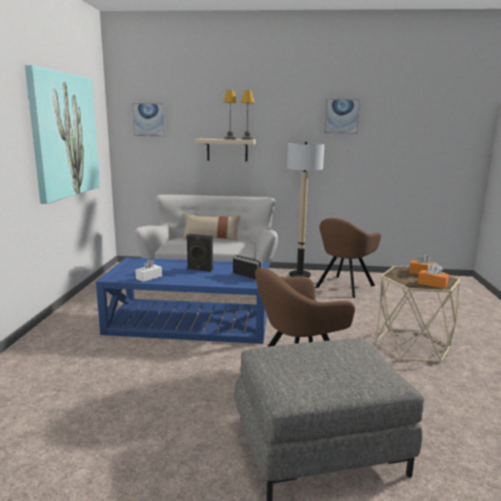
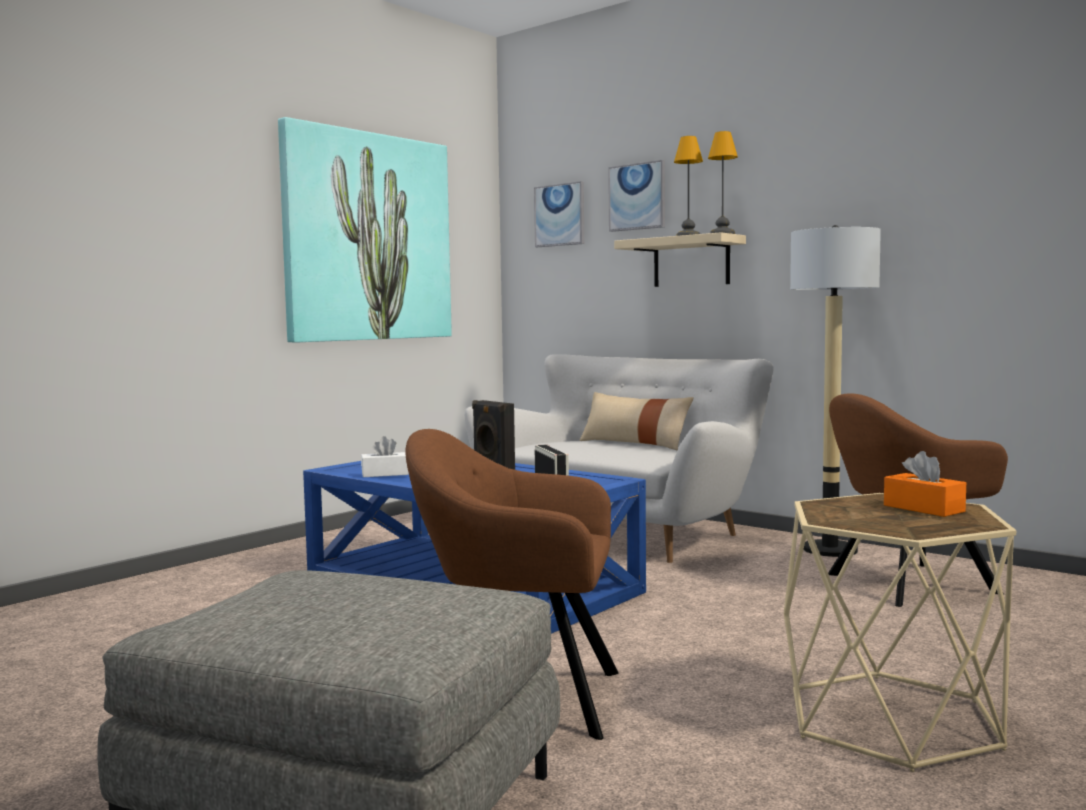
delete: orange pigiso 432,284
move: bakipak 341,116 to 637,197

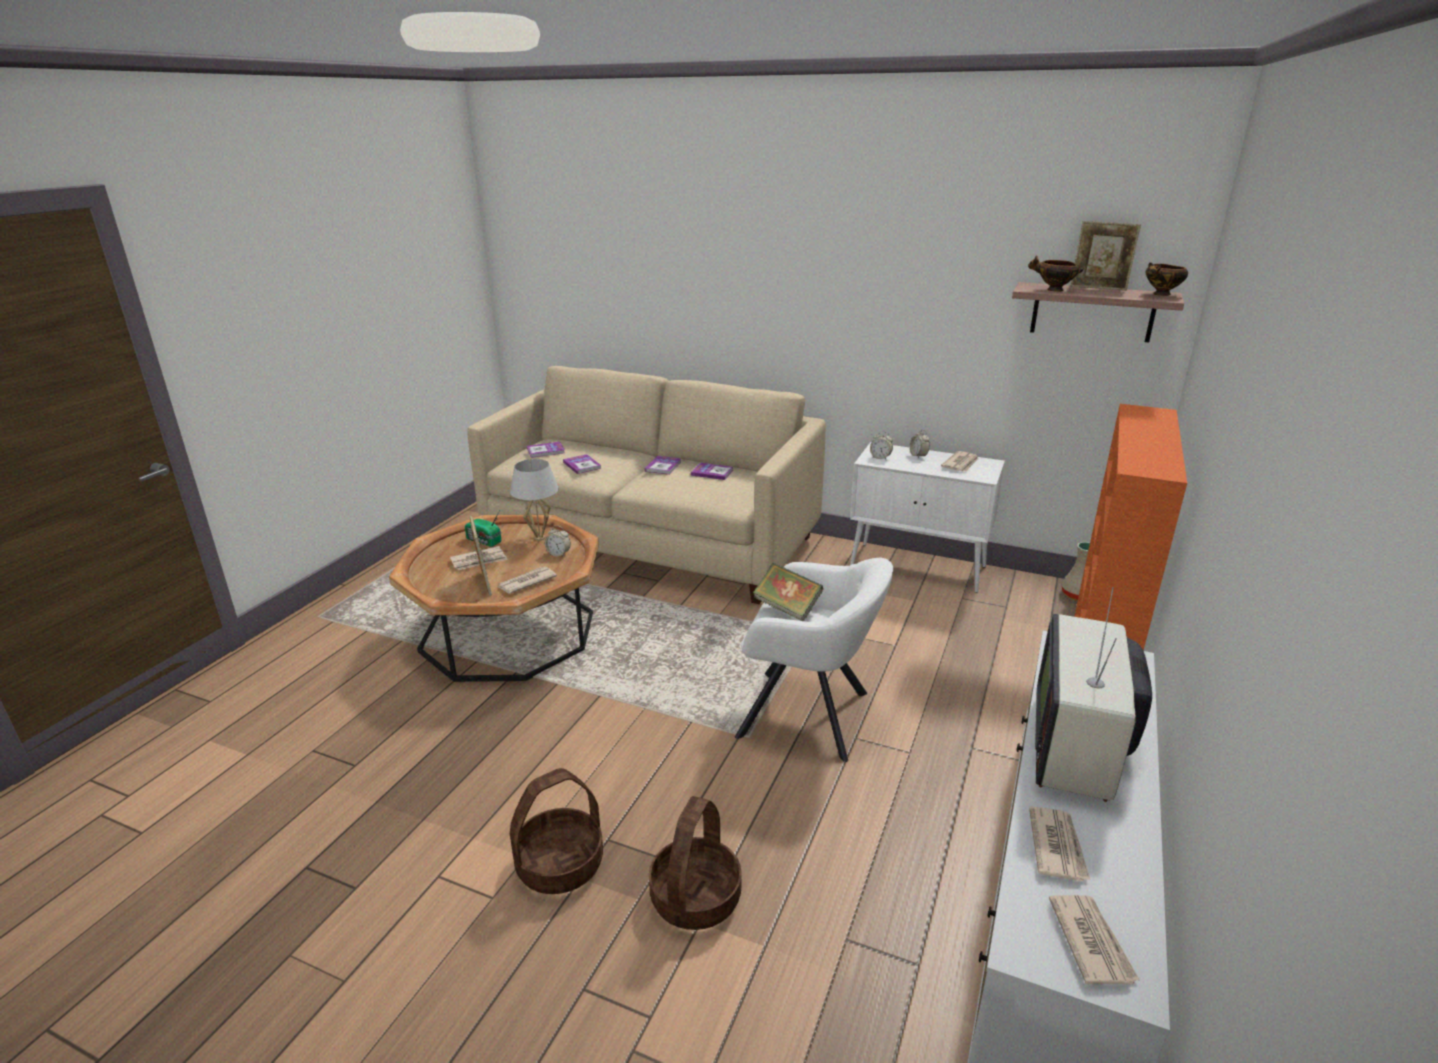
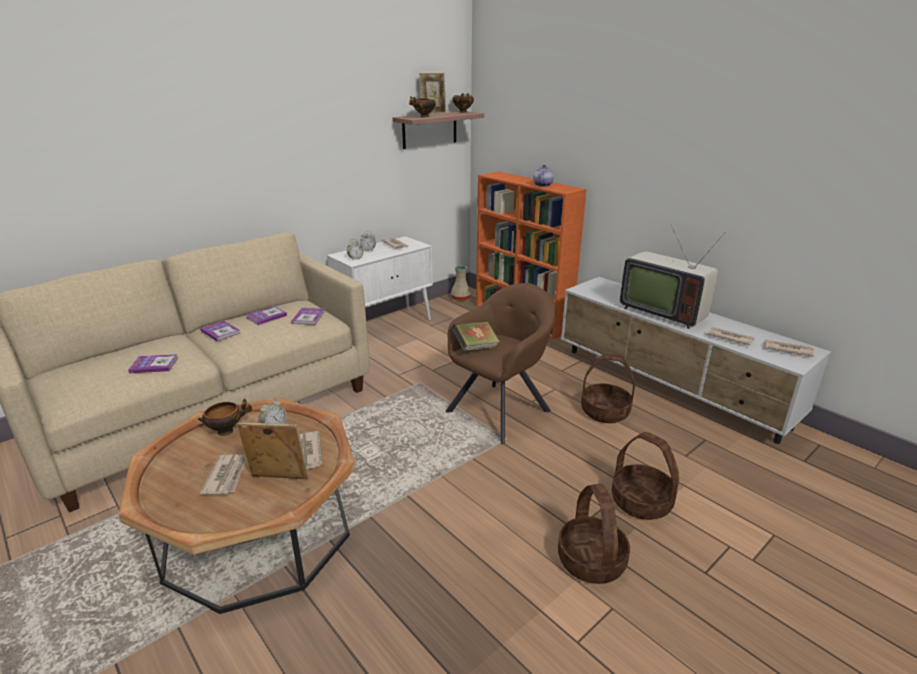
delete: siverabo 484,541
insert: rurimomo 542,185; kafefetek 605,411
move: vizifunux 545,451 to 308,317
replace: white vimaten 540,538 to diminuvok 227,431
recolor: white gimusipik 810,715 to brown gimusipik 500,409

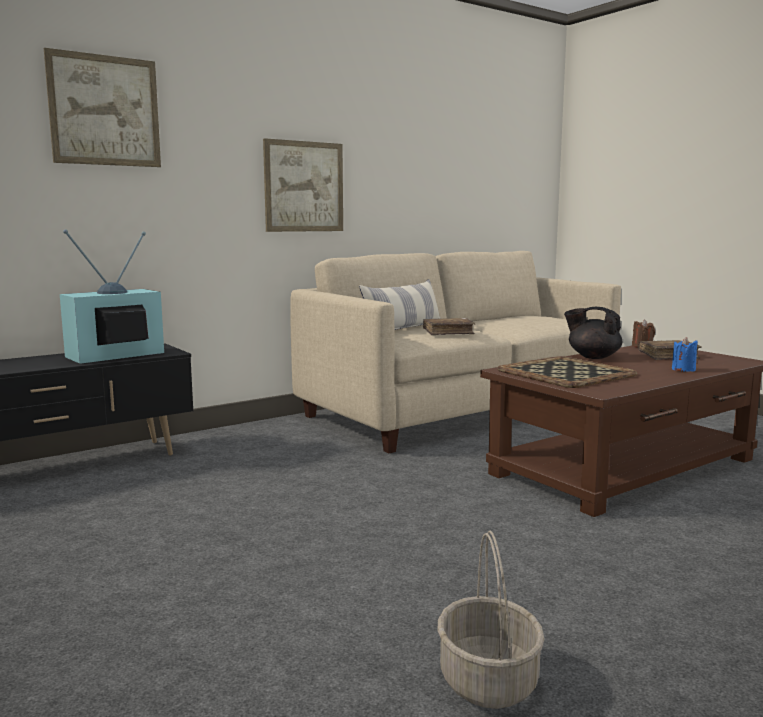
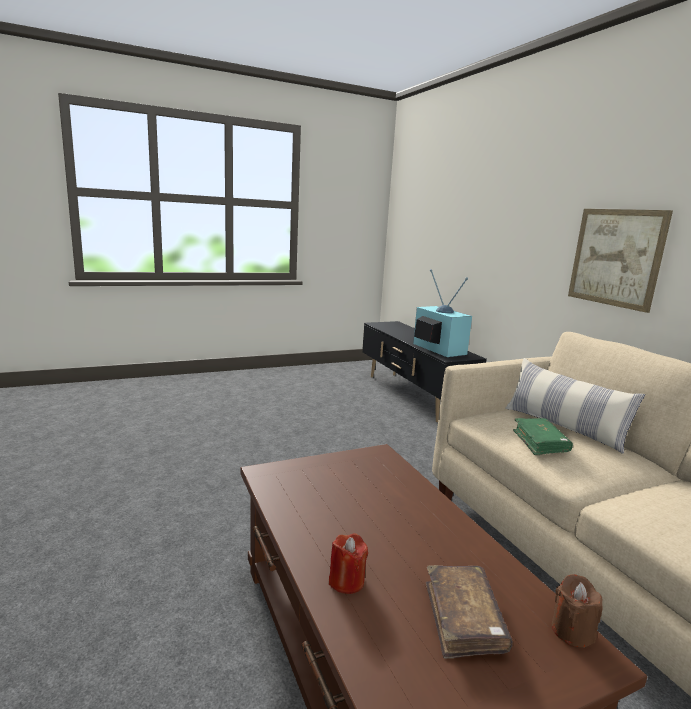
delete: bakipak 104,111; kafefetek 489,681; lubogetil 567,373; black rurimomo 592,357
recolor: brown vizifunux 448,332 to green vizifunux 540,443; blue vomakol 683,370 to red vomakol 346,581

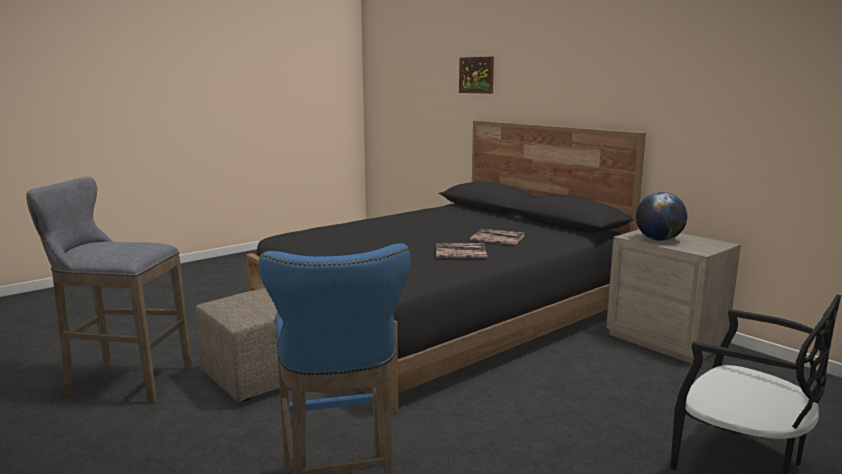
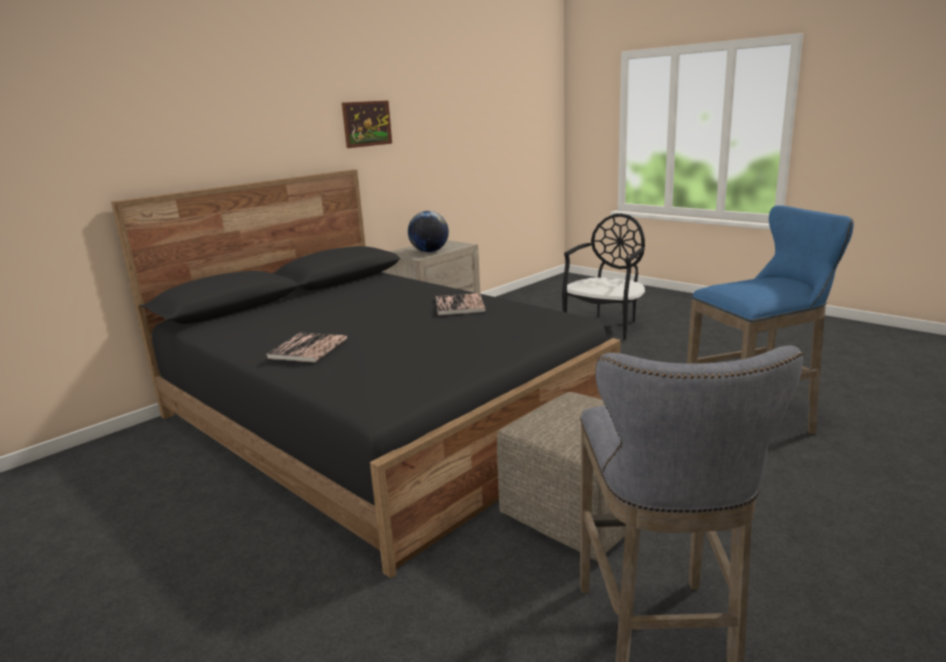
move: bakipak 476,75 to 367,123; vizifunux 497,238 to 308,348

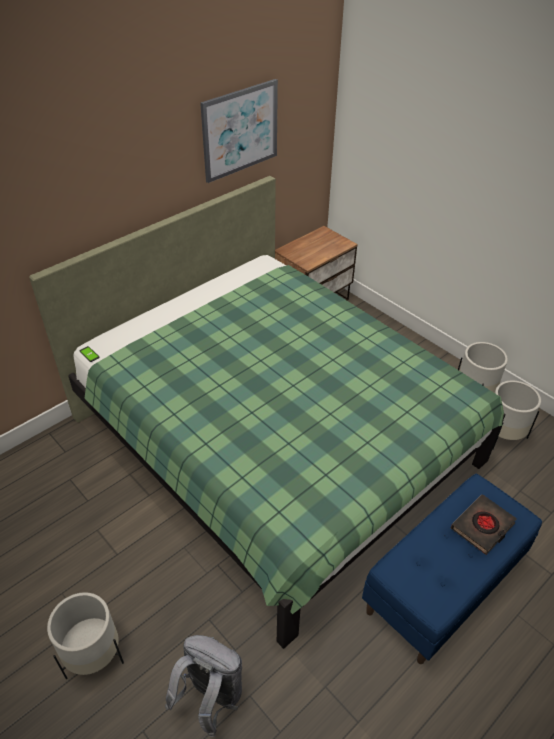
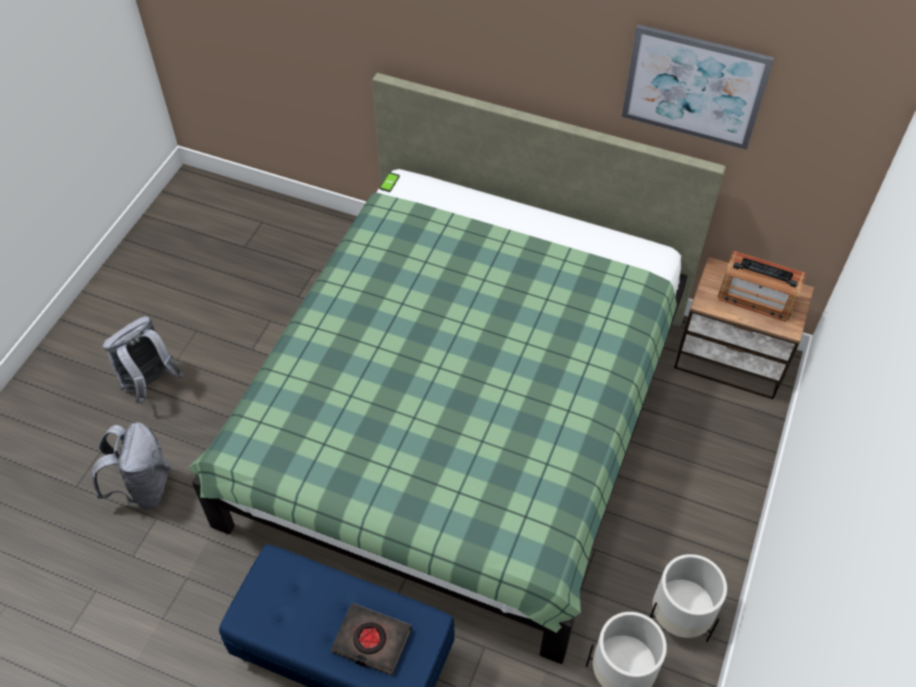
insert: siverabo 756,298
replace: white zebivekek 93,655 to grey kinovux 150,384

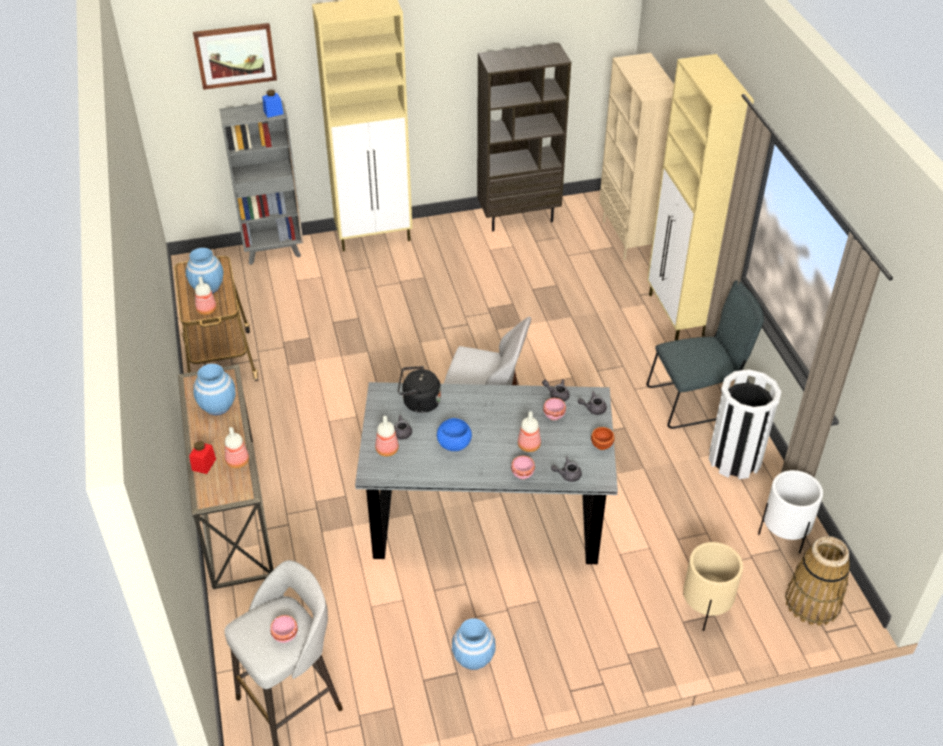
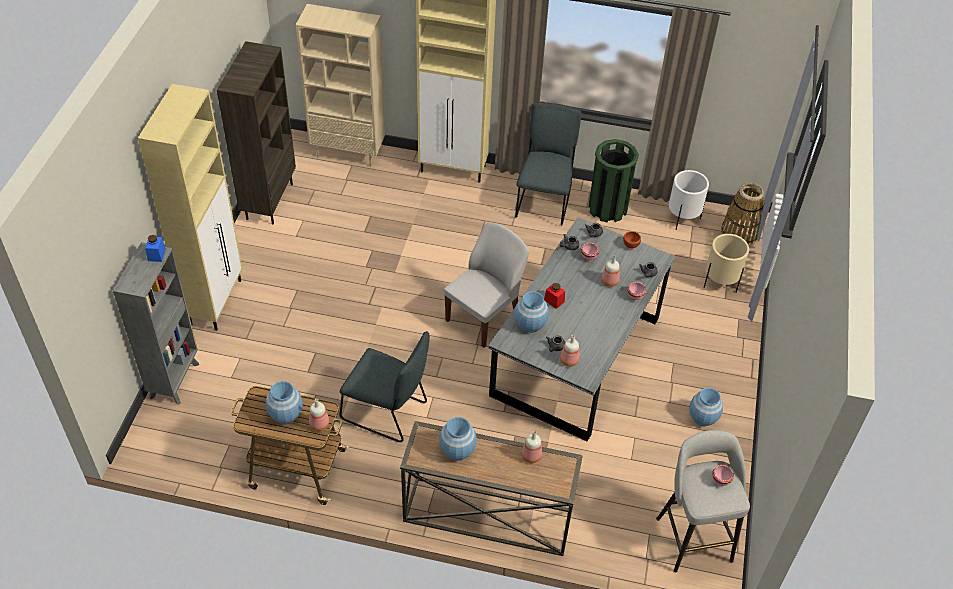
delete: bakipak 235,55; blue diminuvok 454,444
insert: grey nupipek 387,412
move: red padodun 204,464 to 554,301
replace: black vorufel 419,403 to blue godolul 530,324
recolor: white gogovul 734,459 to green gogovul 608,208

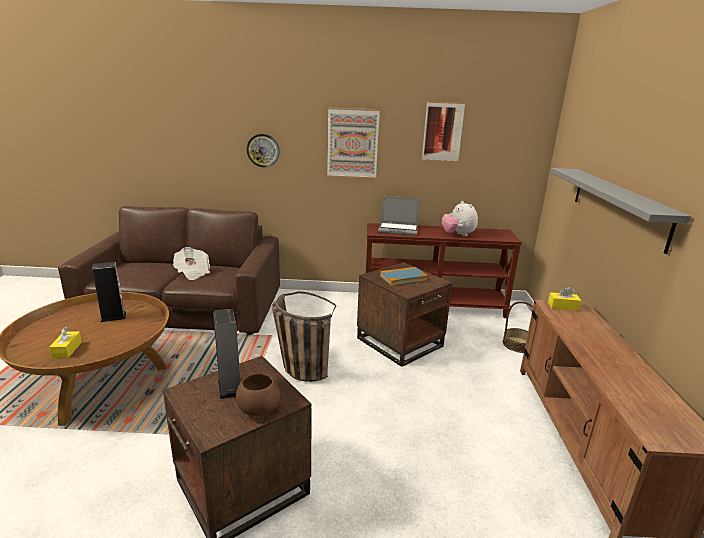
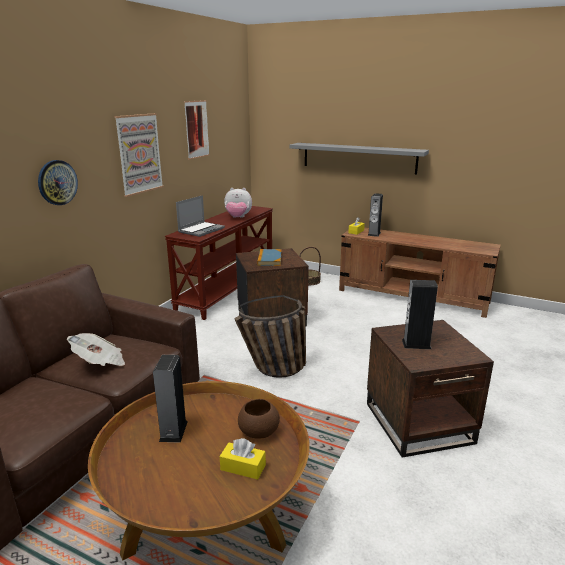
insert: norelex 374,234
move: brown diminuvok 258,408 to 258,431

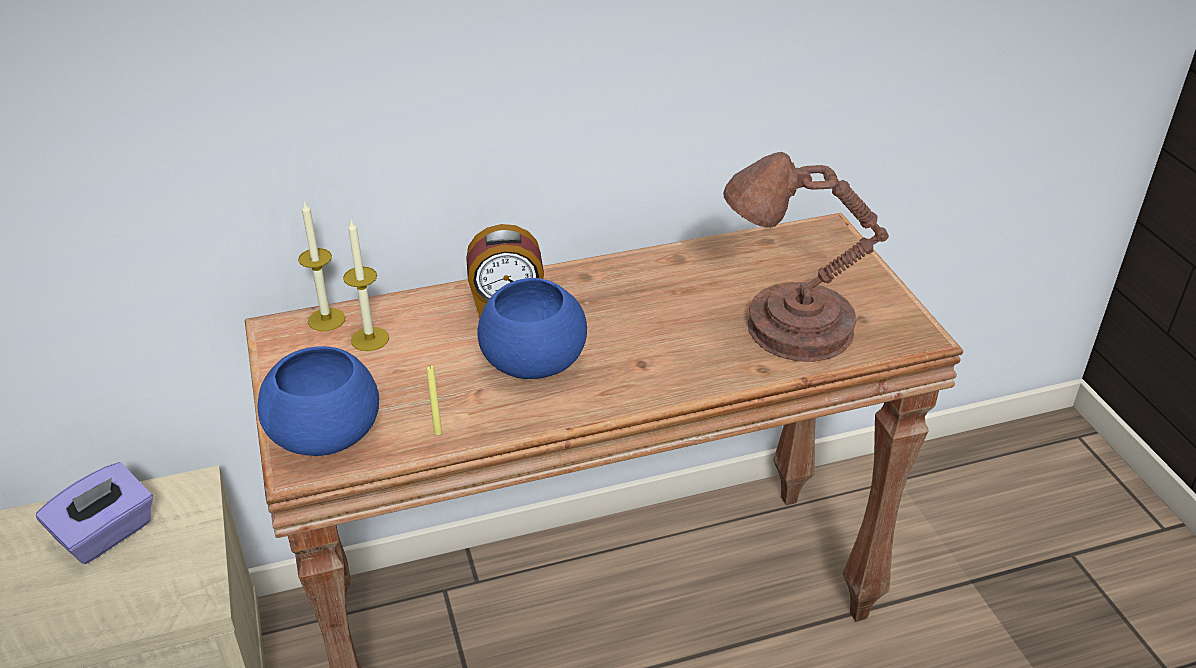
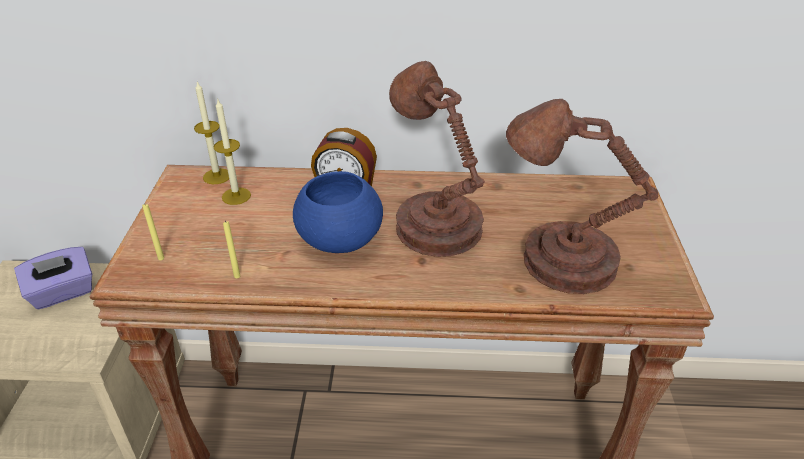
insert: brown vimaten 434,224
replace: blue diminuvok 327,435 to yellow vomakol 161,258

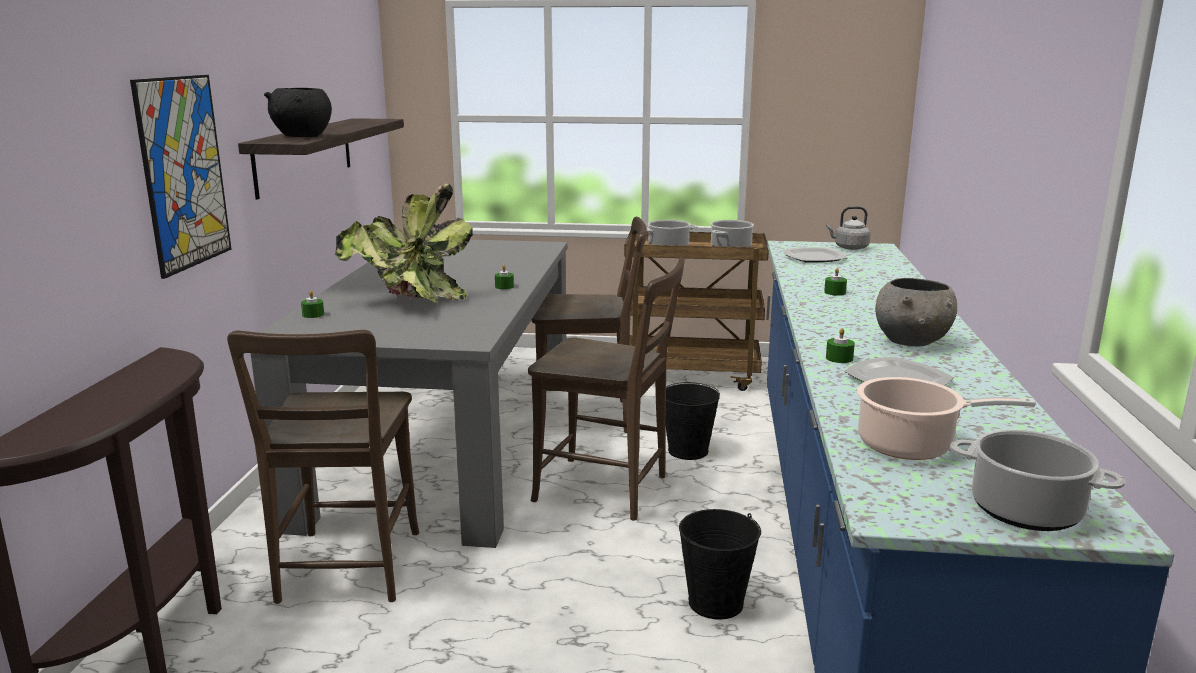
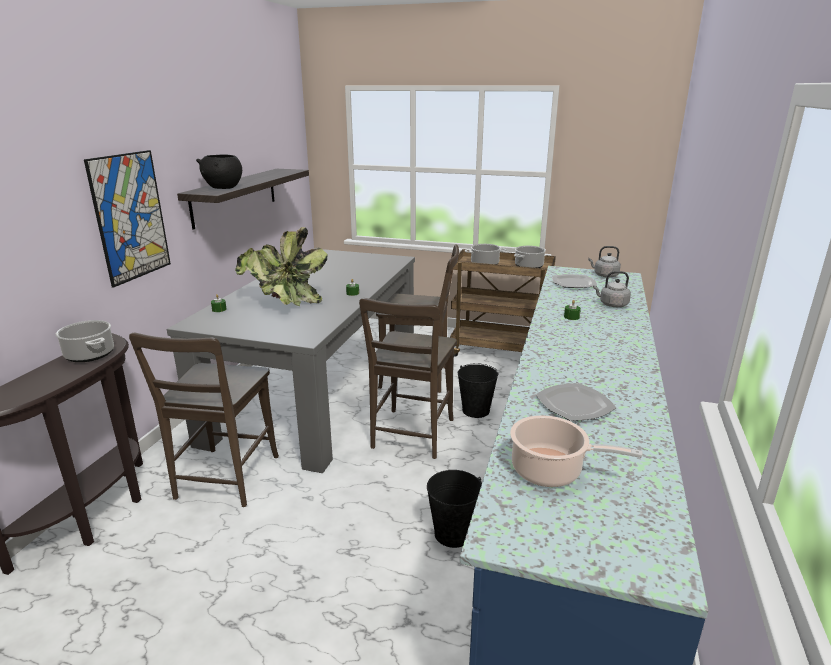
delete: green vomakol 839,358; grey diminuvok 912,342
insert: grey vorufel 612,305
move: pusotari 1027,510 to 90,355
rotate: brown nupipek 608,490 = 411,436 75 degrees clockwise

